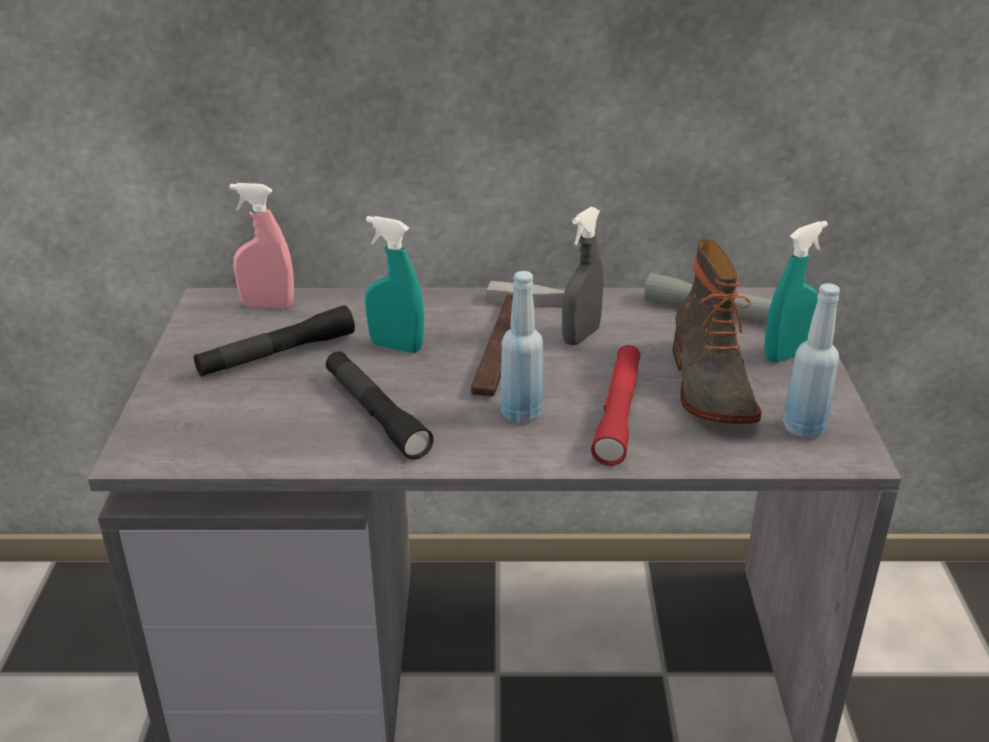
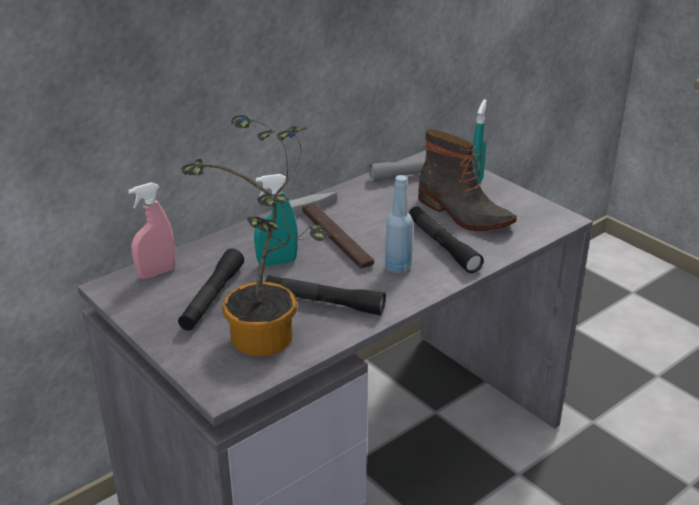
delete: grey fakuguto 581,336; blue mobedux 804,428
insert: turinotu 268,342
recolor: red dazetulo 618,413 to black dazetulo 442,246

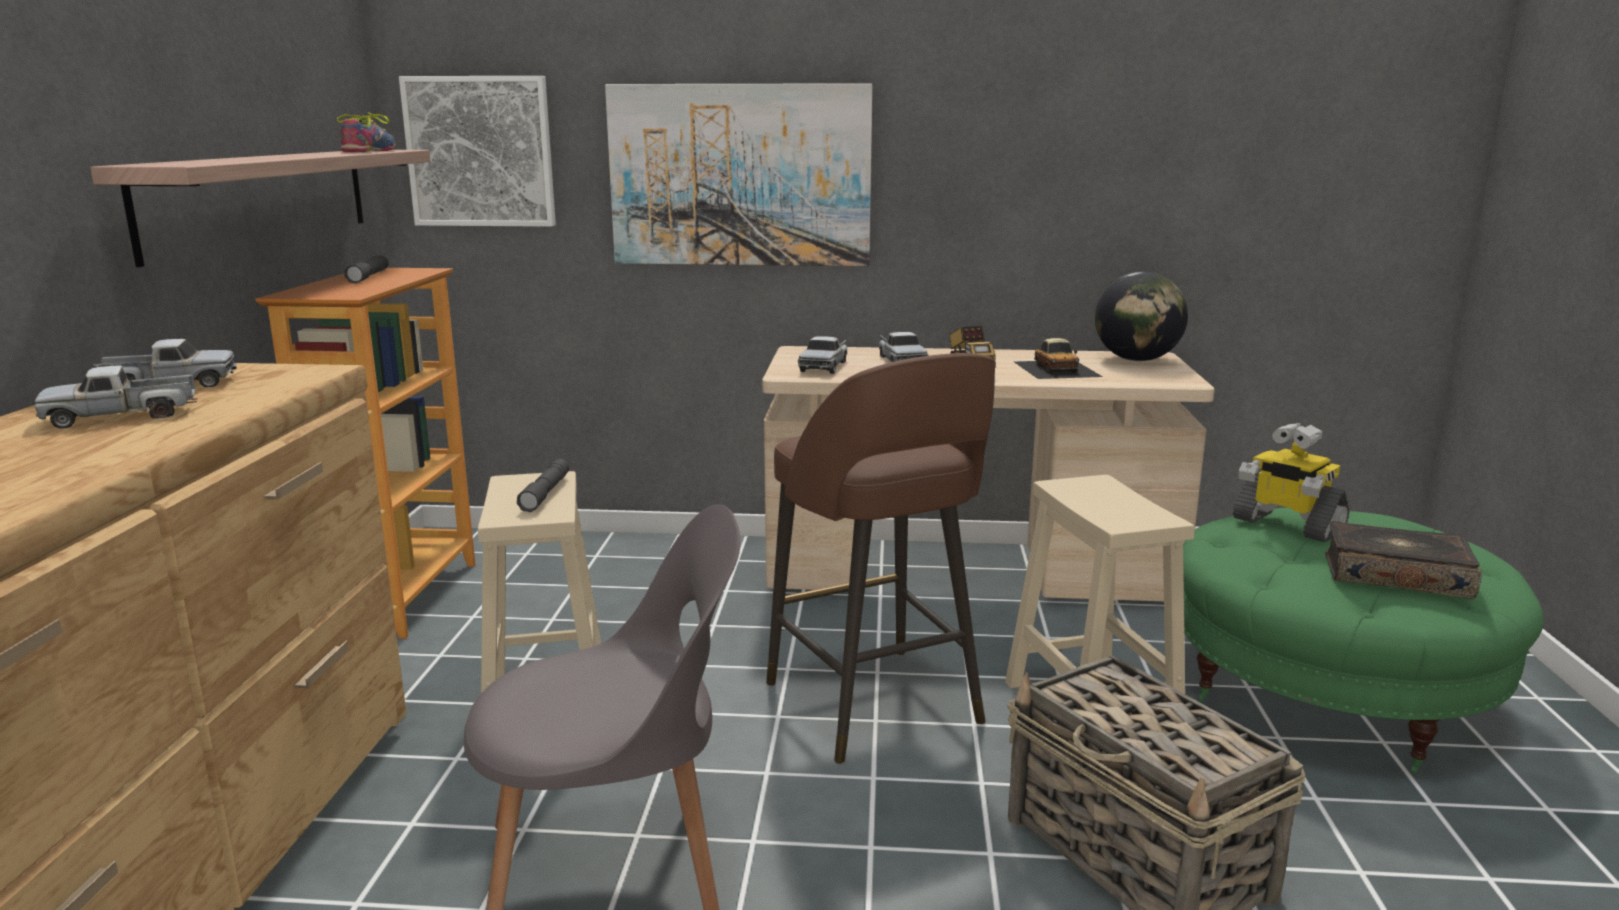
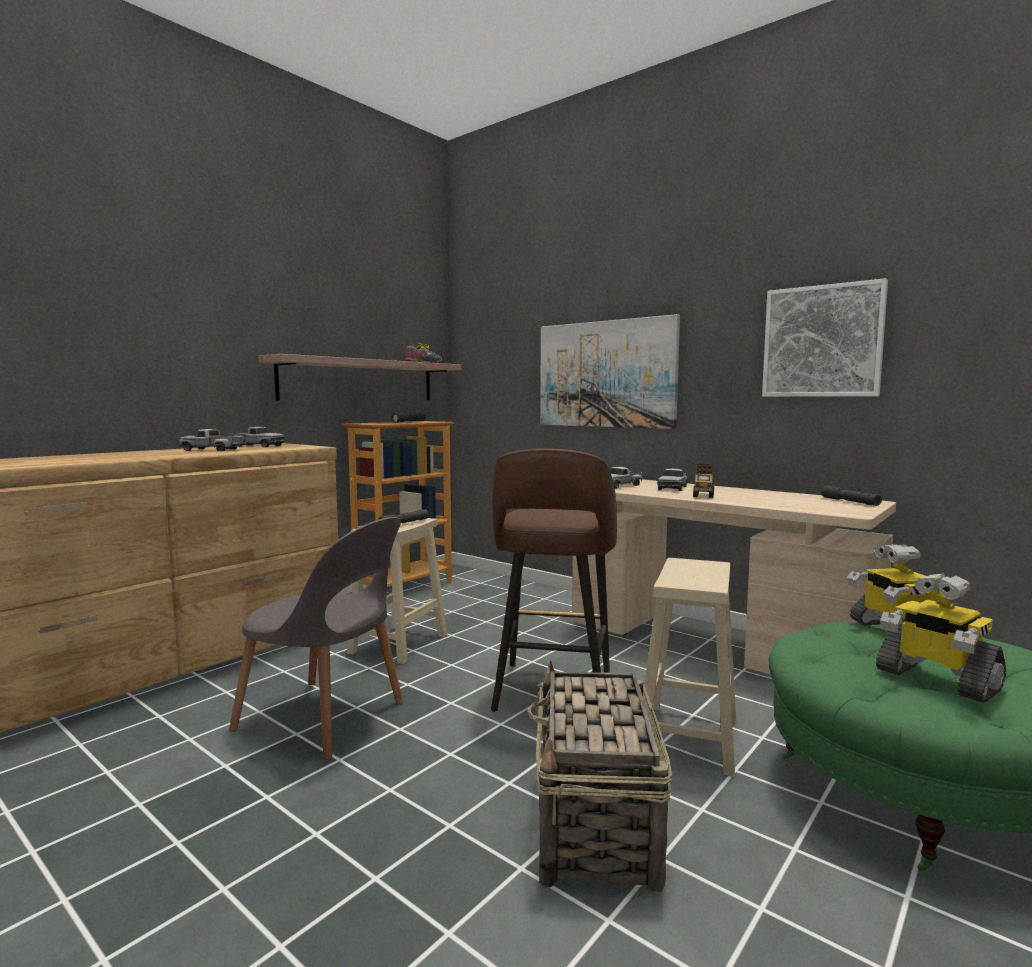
delete: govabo 1057,368
move: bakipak 480,152 to 822,341
replace: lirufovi 1136,360 to grey dazetulo 850,502; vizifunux 1395,575 to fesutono 935,679

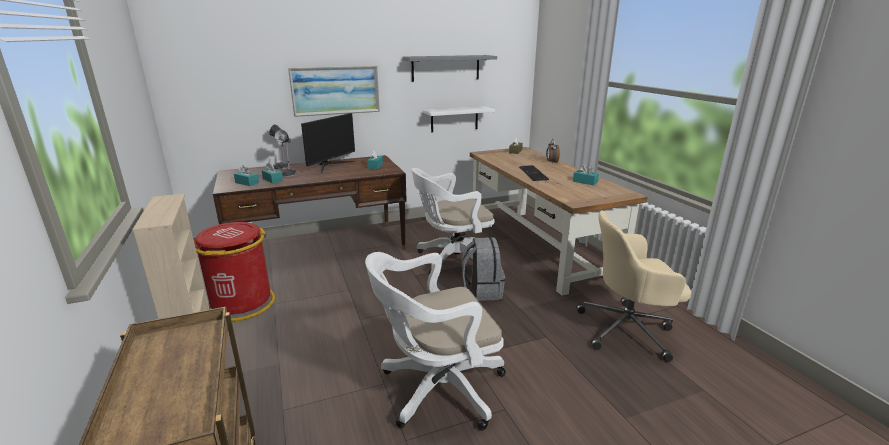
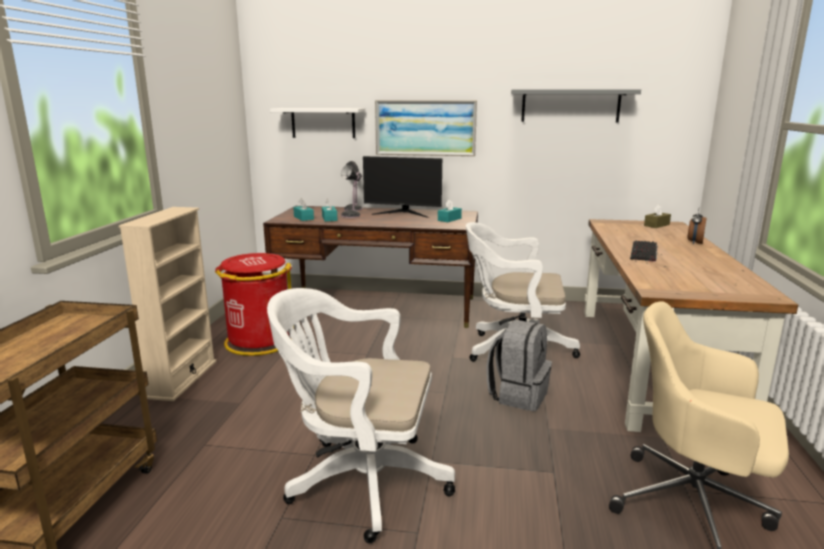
delete: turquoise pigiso 585,182
move: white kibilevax 454,119 to 323,123
rotate: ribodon 330,165 = 403,213 45 degrees clockwise

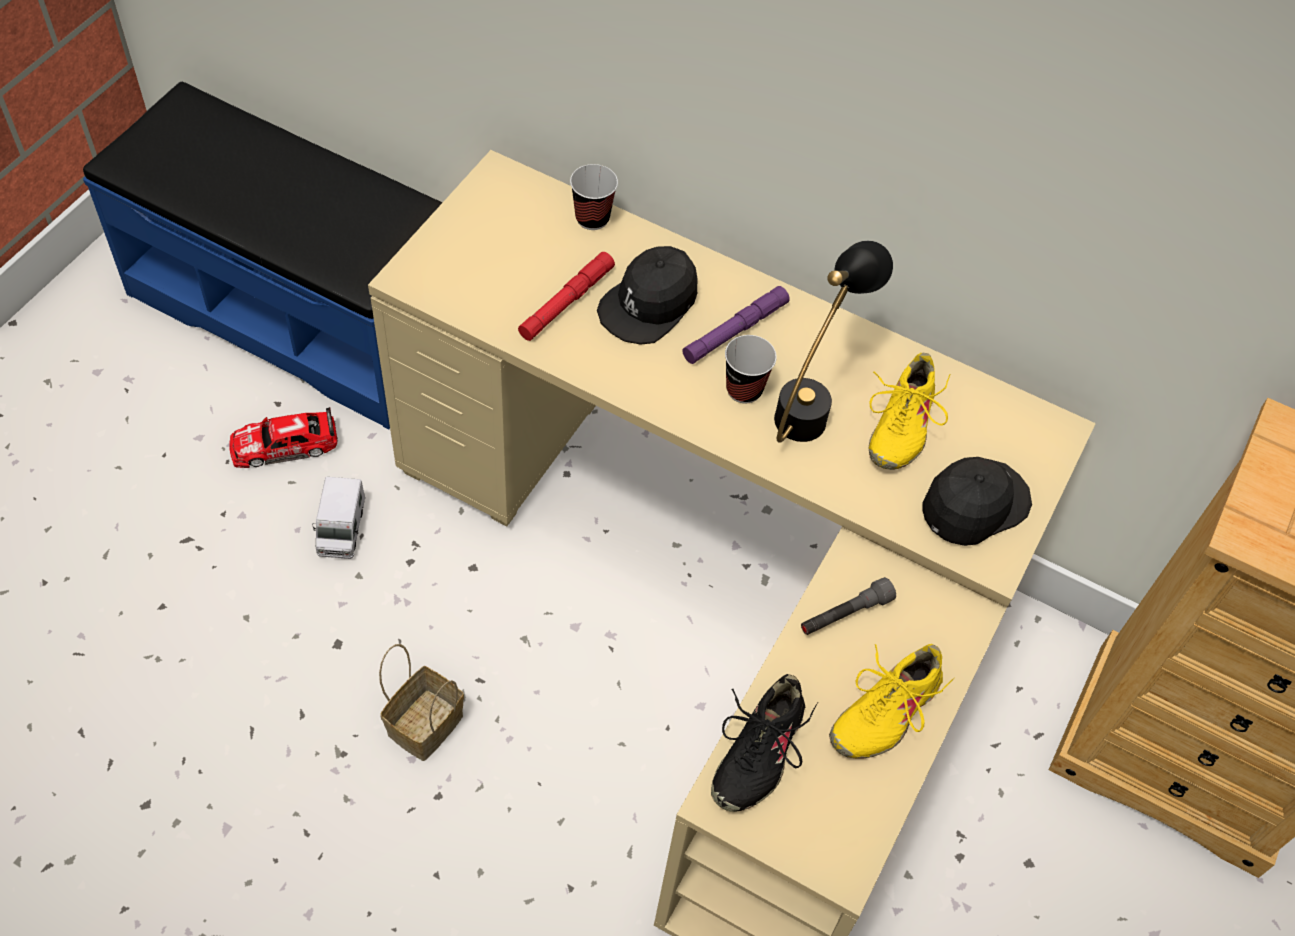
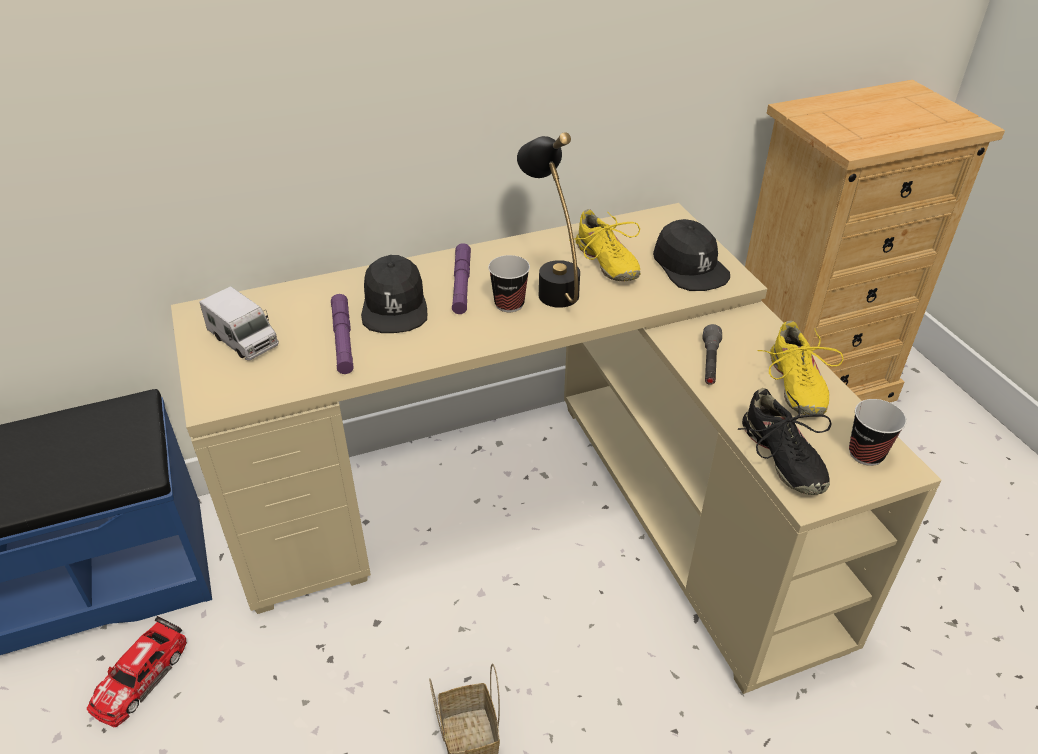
move: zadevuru 341,528 to 243,340; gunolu 592,218 to 866,453
recolor: red dazetulo 566,302 to purple dazetulo 343,339
rotate: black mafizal 973,504 = 689,267 150 degrees clockwise

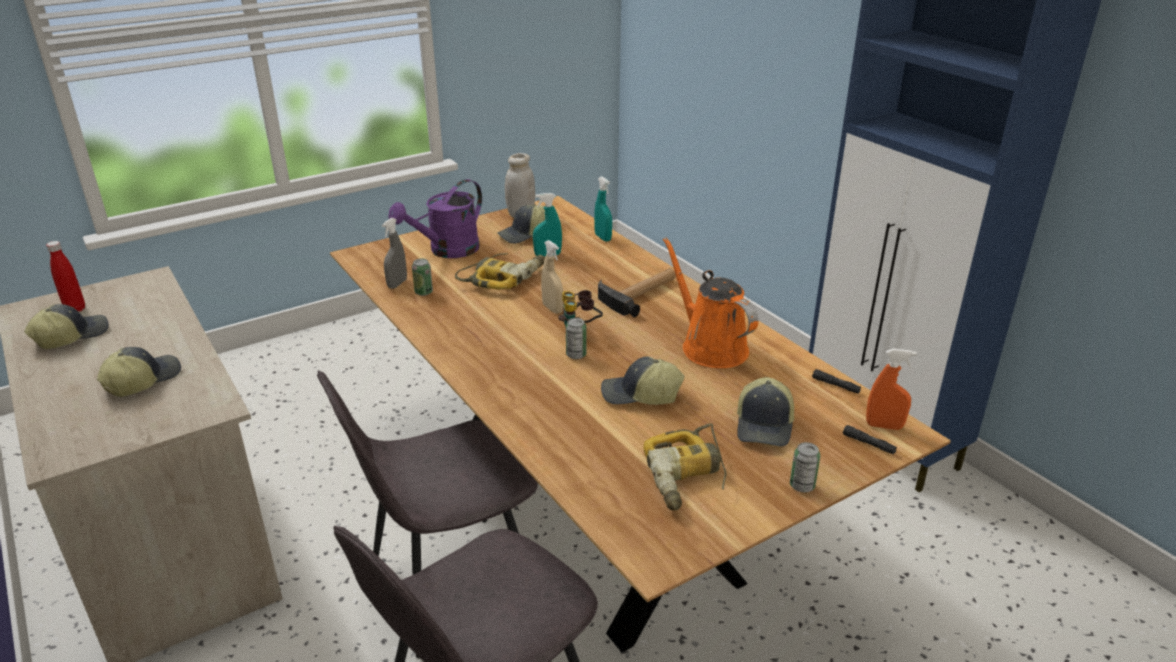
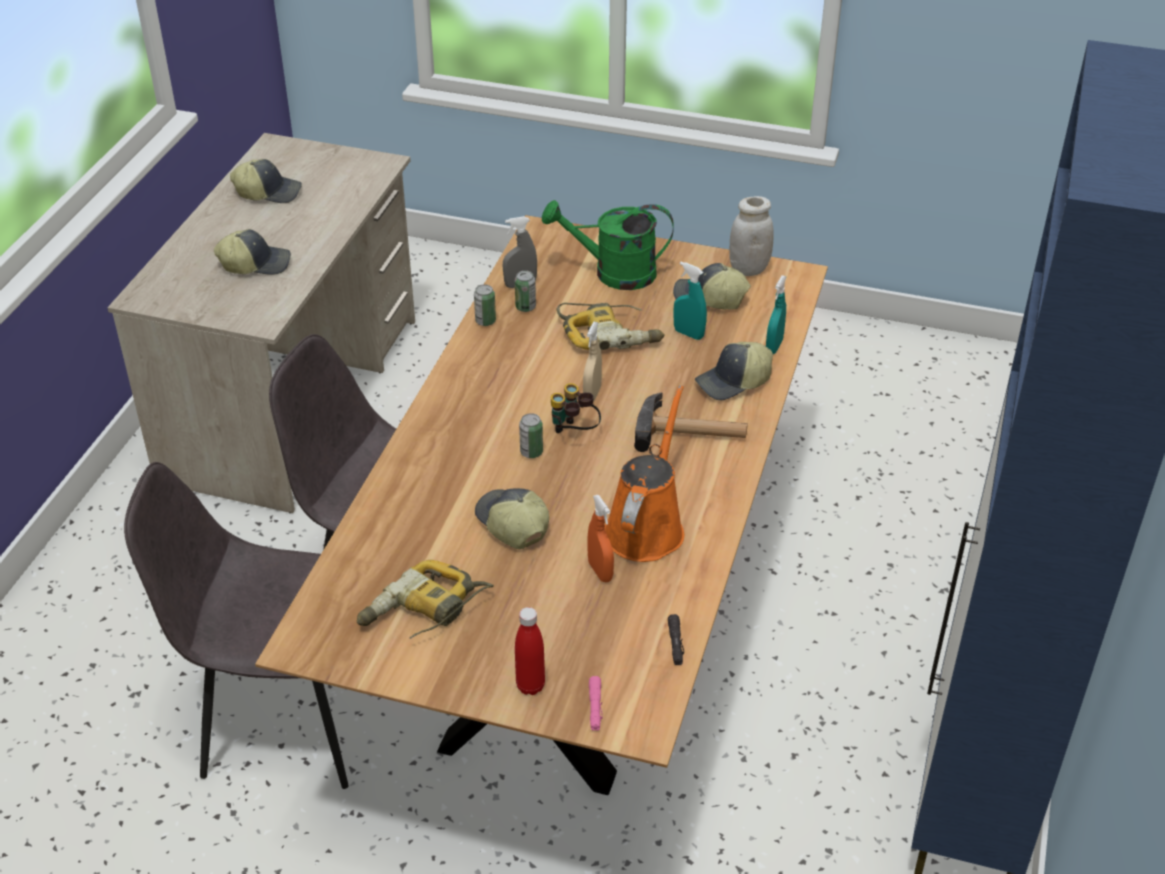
move: red mobedux 75,309 to 530,686; mafizal 765,426 to 734,382; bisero 802,486 to 485,321; orange fakuguto 884,426 to 600,571
recolor: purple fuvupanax 447,251 to green fuvupanax 613,273; black dazetulo 869,444 to pink dazetulo 595,707

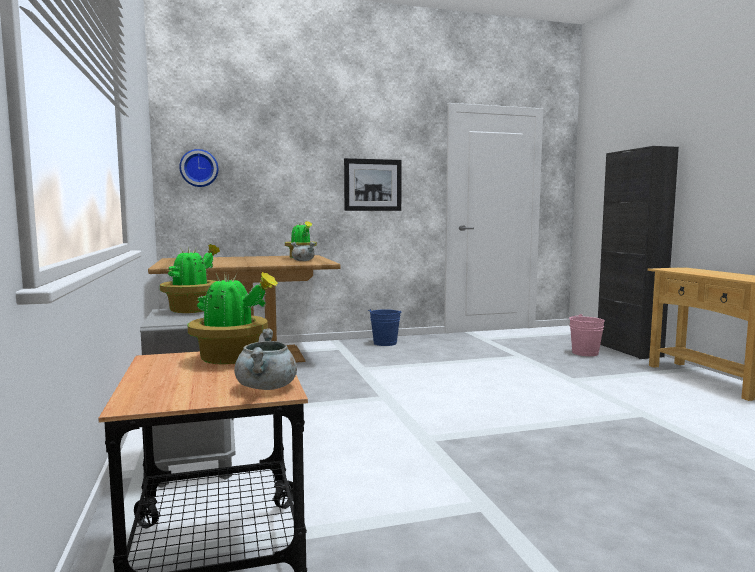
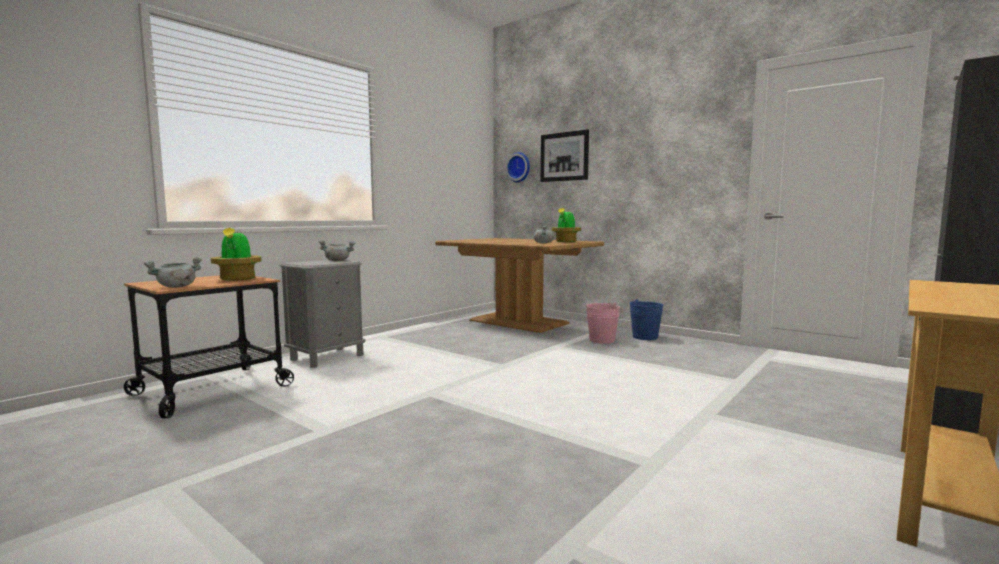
move: bakipak 372,185 to 564,156; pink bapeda 585,353 to 602,340
replace: turinotu 193,310 to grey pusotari 338,261

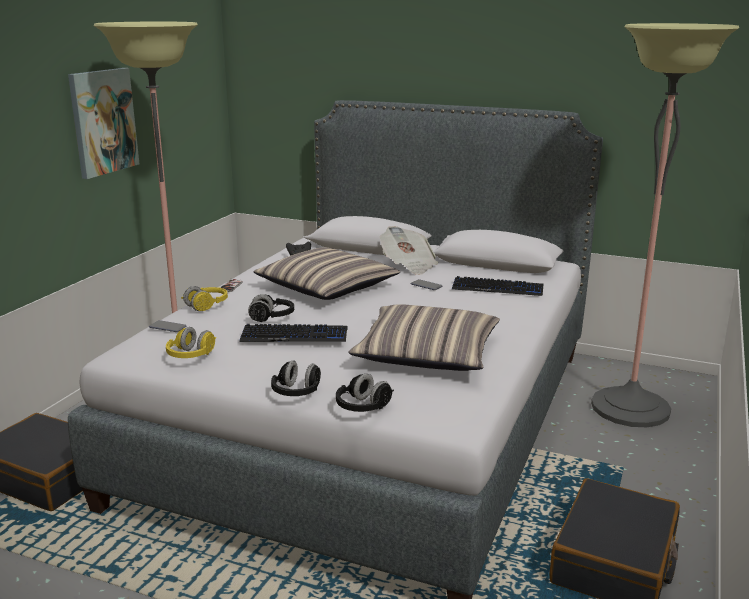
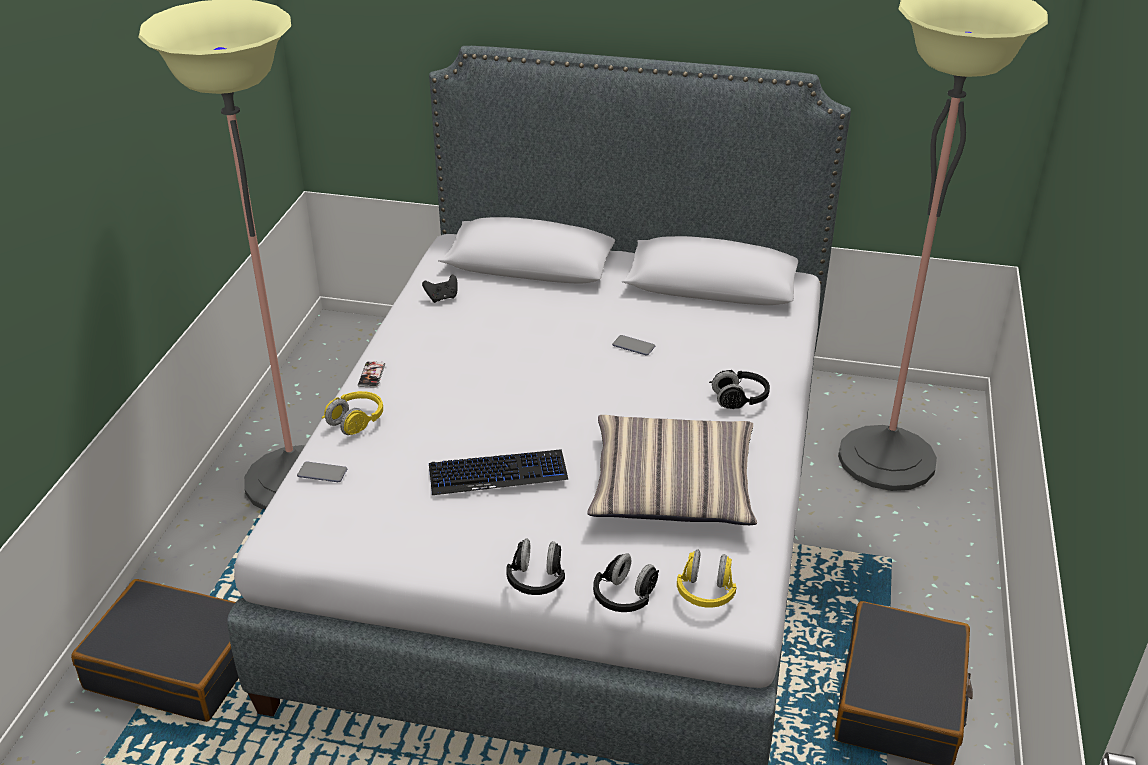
delete: bakipak 103,122; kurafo 327,287; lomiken 408,265; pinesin 497,288
move: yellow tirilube 191,356 to 706,592; black tirilube 272,318 to 739,399

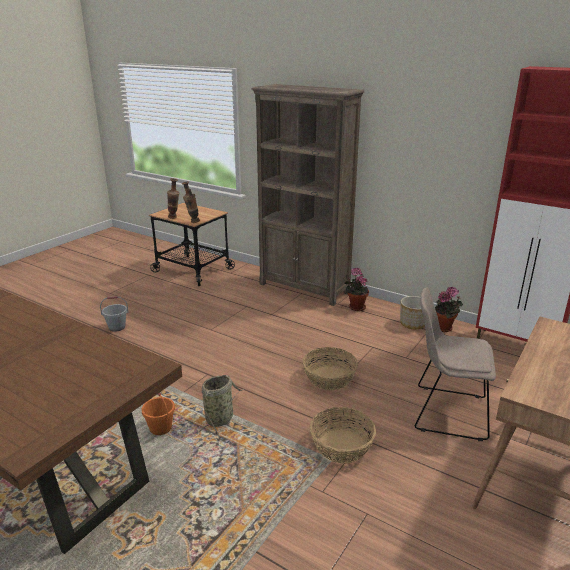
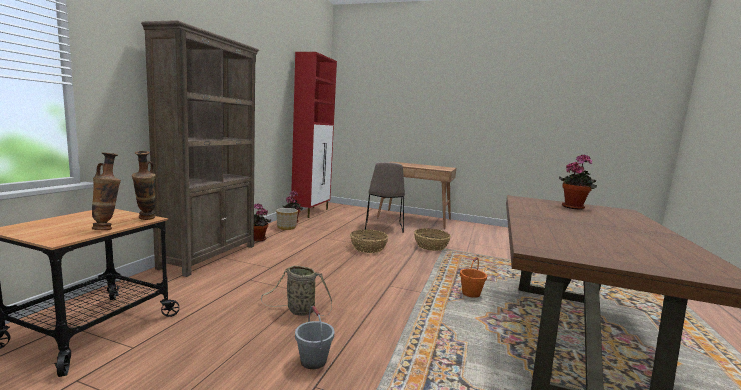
insert: turinotu 574,207
move: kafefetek 220,418 to 298,310

